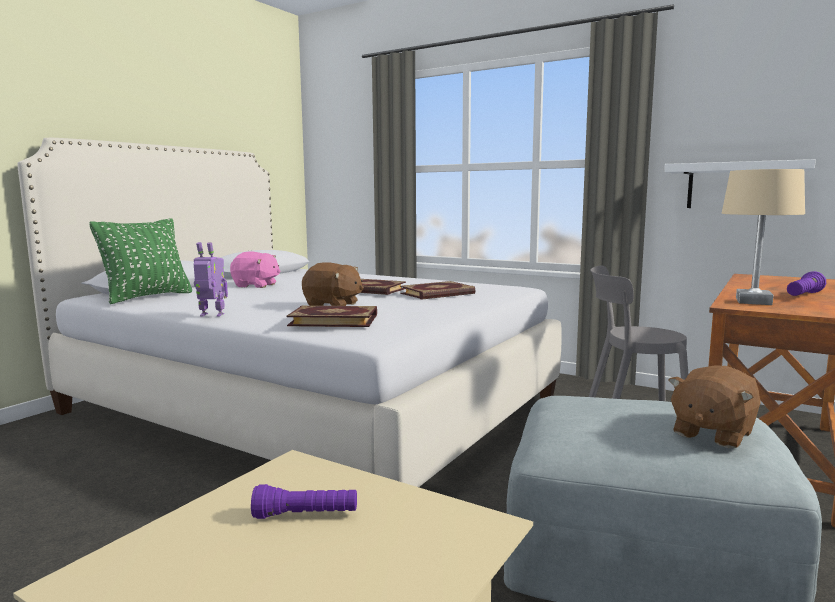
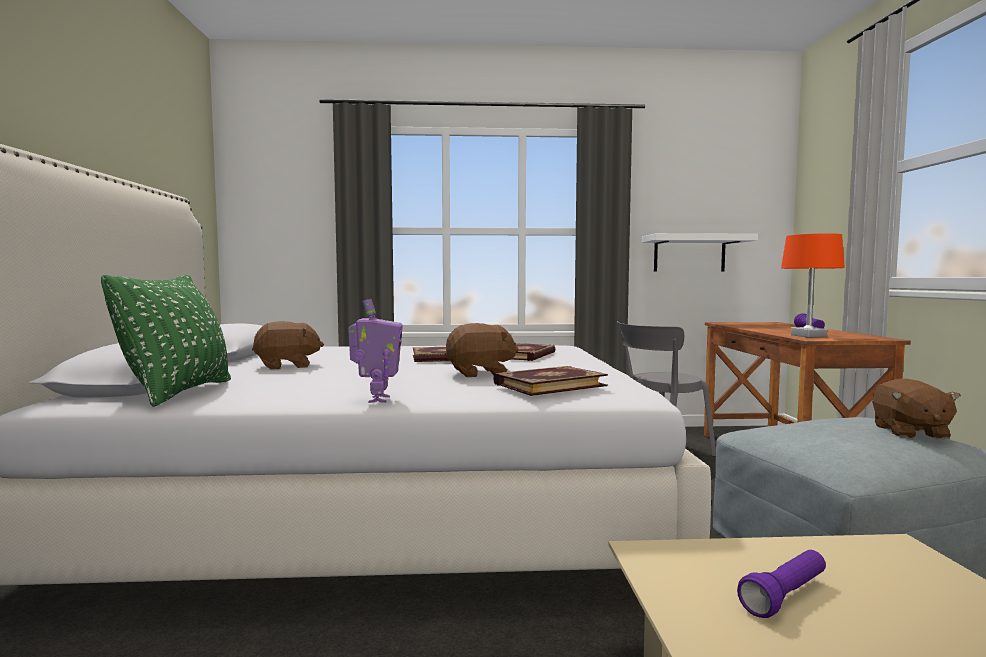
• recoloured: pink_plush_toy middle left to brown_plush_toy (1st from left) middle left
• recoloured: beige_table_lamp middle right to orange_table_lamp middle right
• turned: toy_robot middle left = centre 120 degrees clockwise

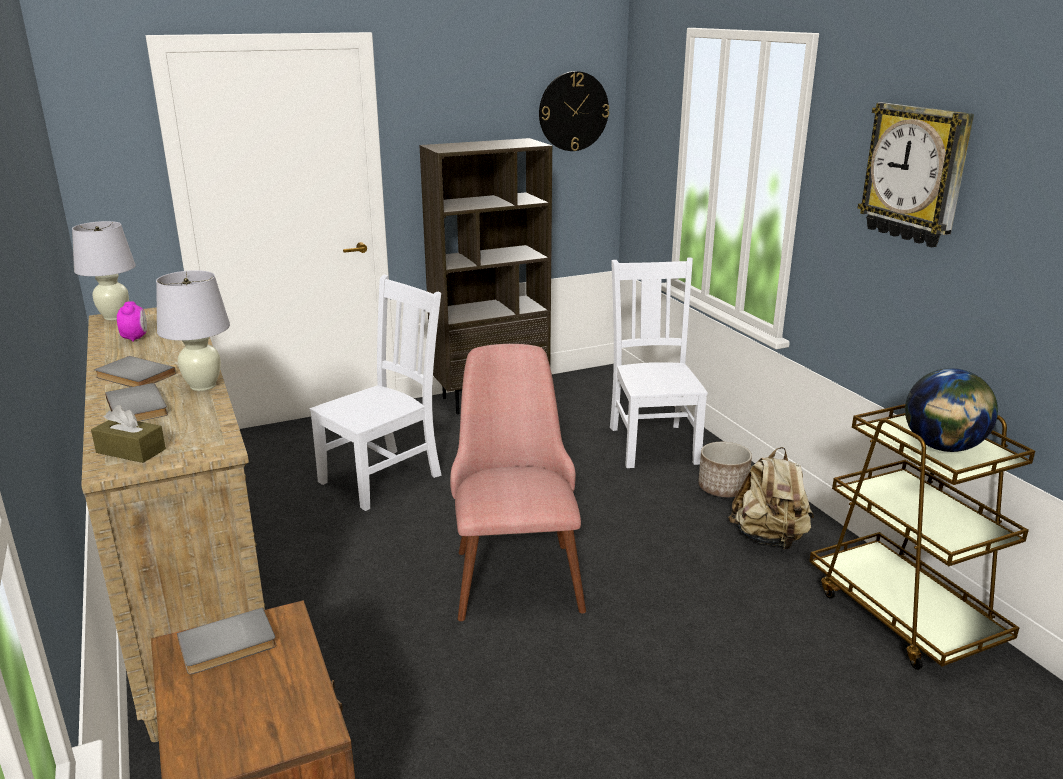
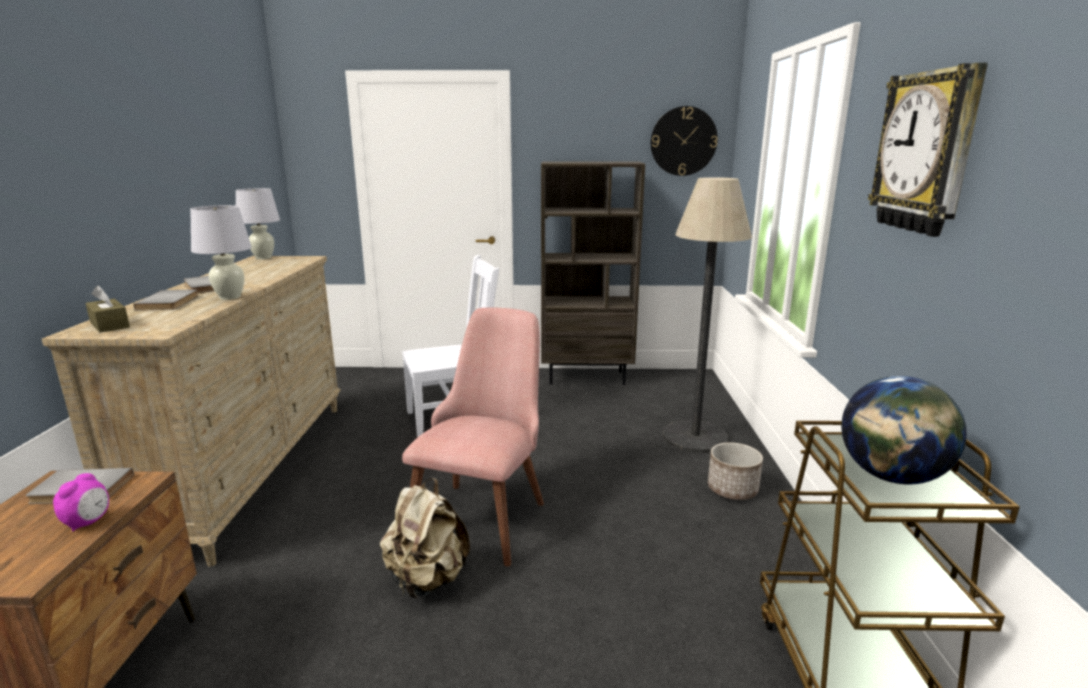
• moved: alarm_clock middle left to bottom left
• moved: beige_backpack middle right to bottom centre
• replaced: white_chair (2nd from left) centre to floor_lamp centre

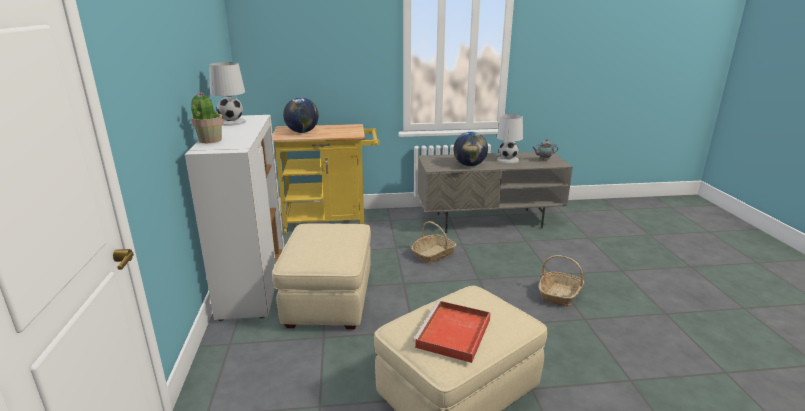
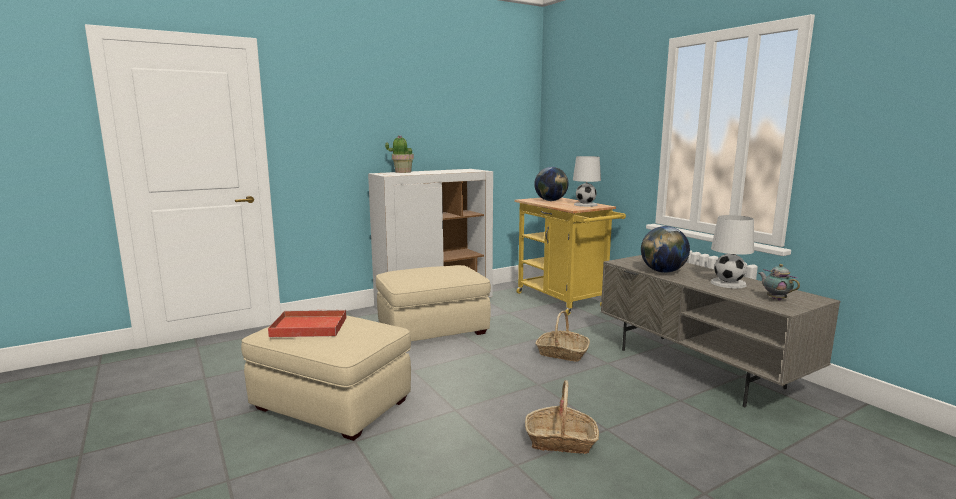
• moved: white_table_lamp (1st from left) top left to centre

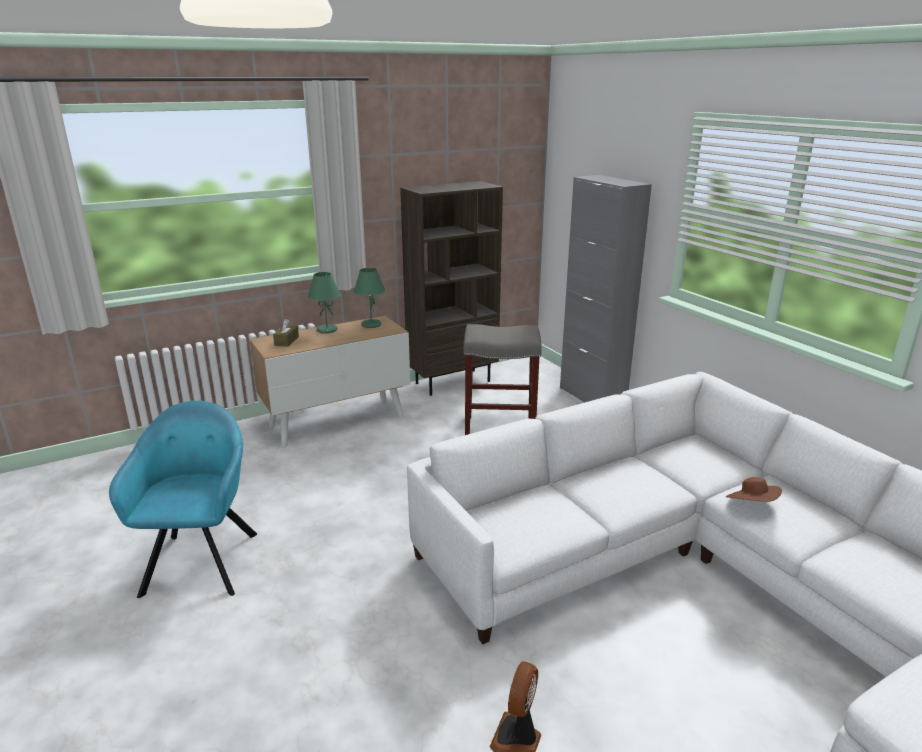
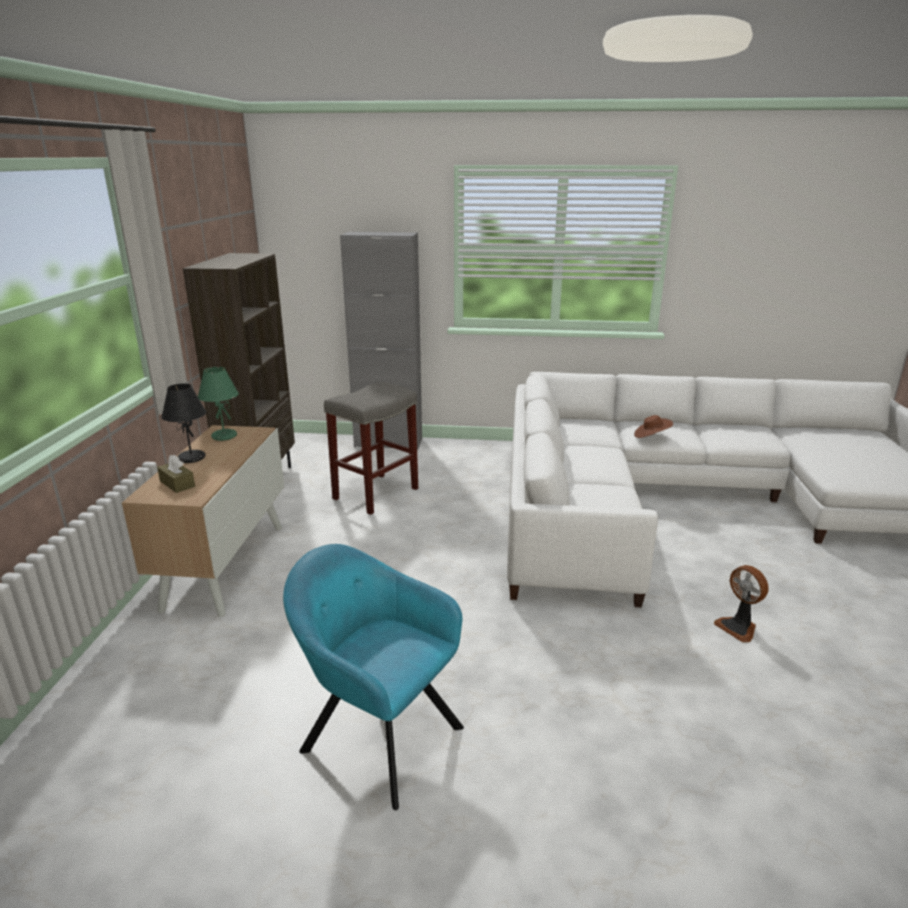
• recoloured: green_table_lamp (1st from left) centre to black_table_lamp middle left

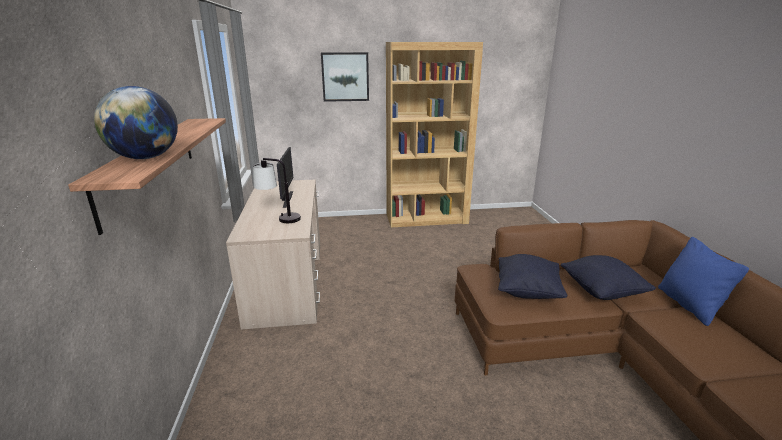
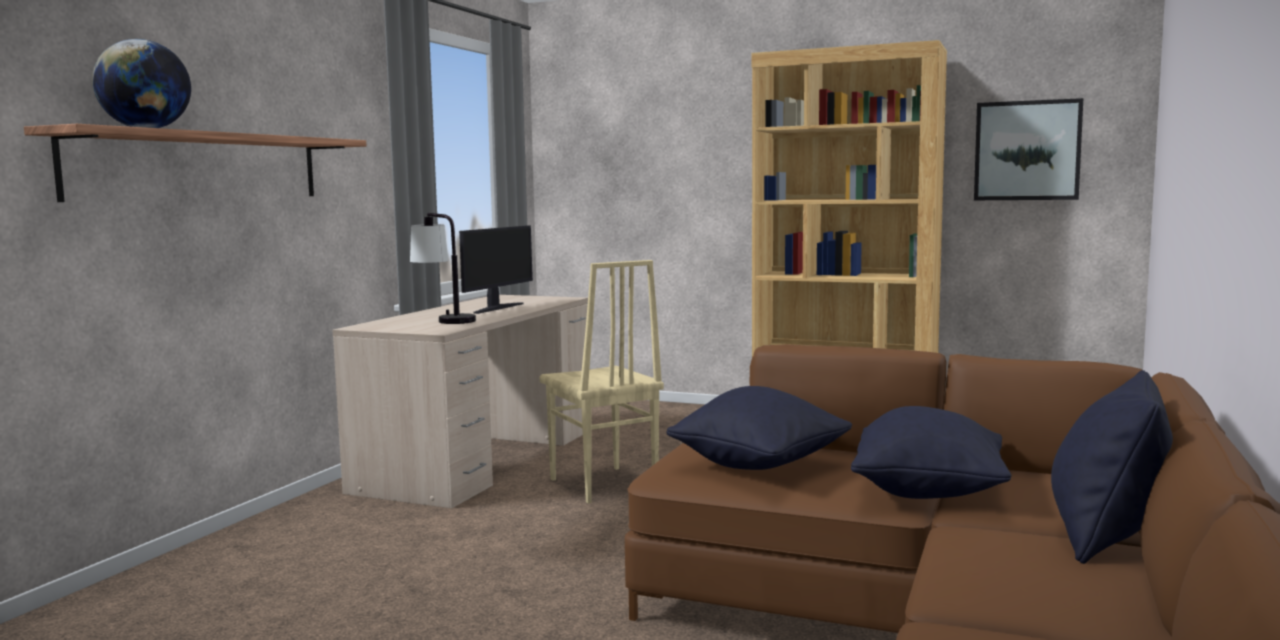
• added: beige_chair centre
• moved: picture top centre to top right
• recoloured: blue_pillow middle right to black_pillow (3rd from left) bottom right

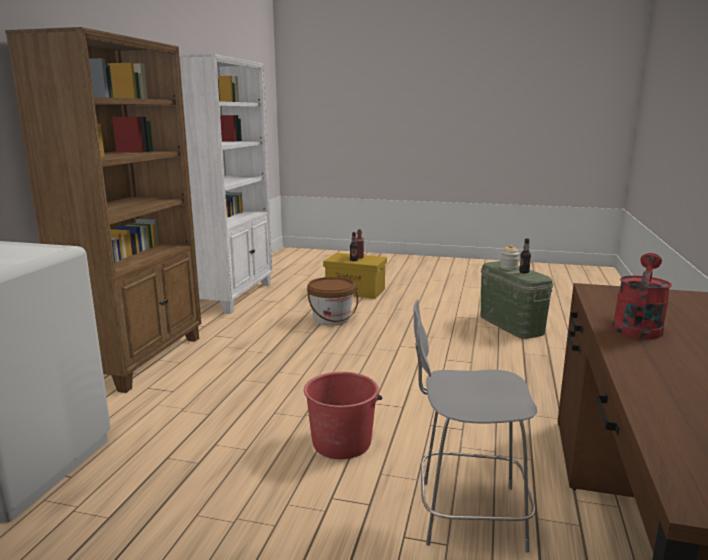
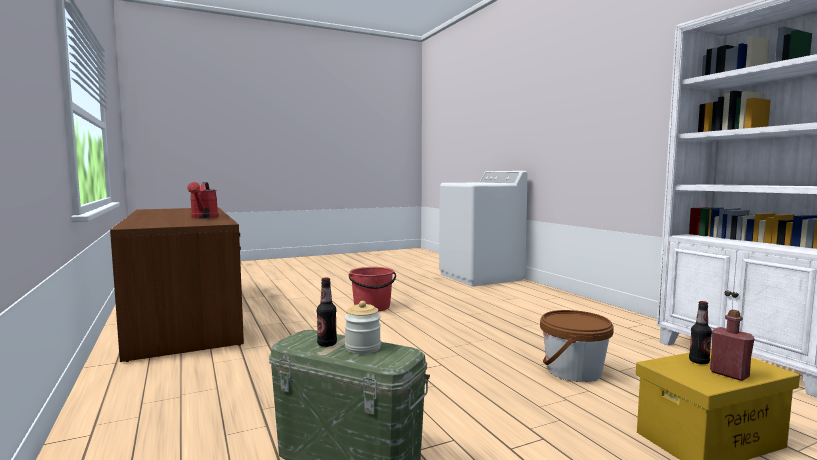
• removed: brown_bookcase middle left
• removed: grey_chair bottom right

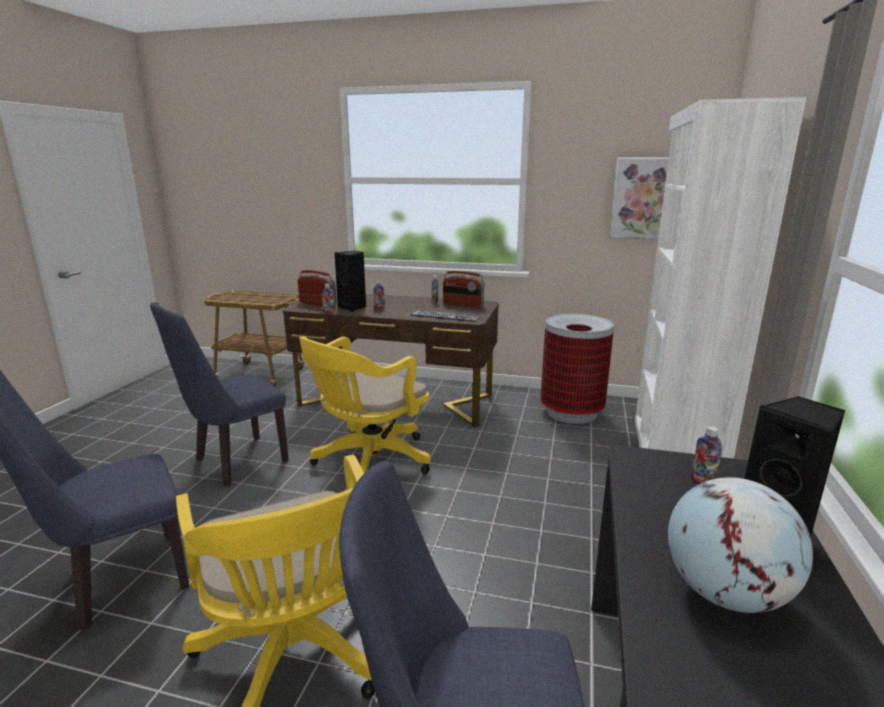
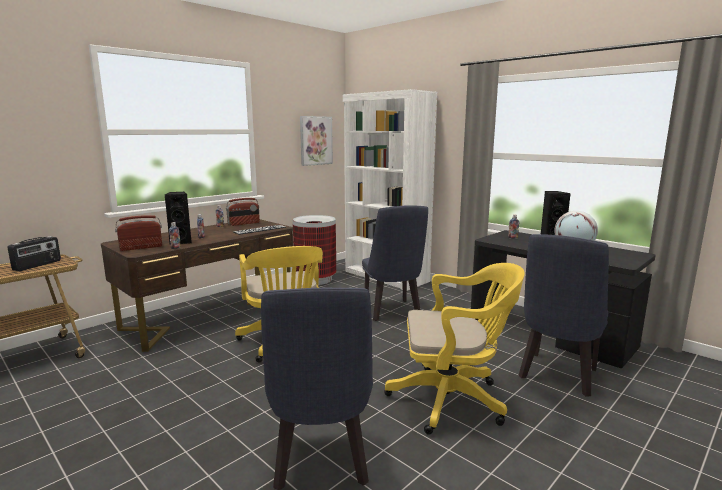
• added: radio (1st from left) middle left
• moved: blue_chair (2nd from left) middle left to centre

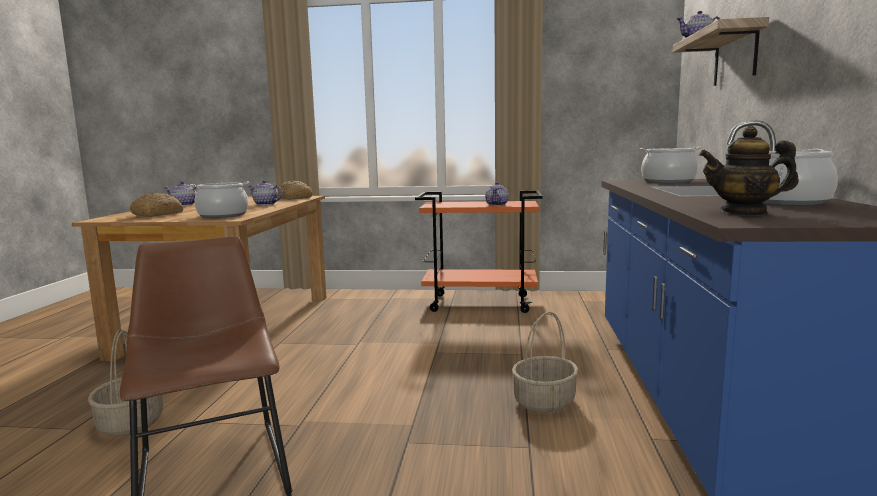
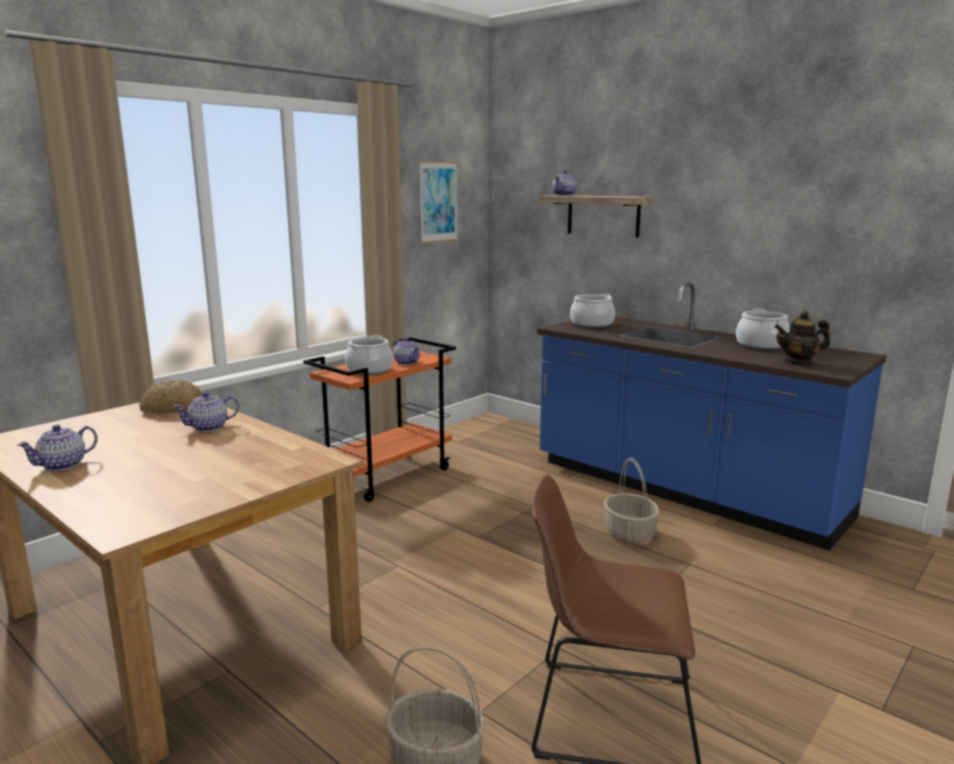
• removed: bread (1st from left) middle left
• added: picture top centre
• moved: cooking_pot (1st from left) middle left to centre
• turned: teapot (5th from left) middle right = middle right 45 degrees clockwise

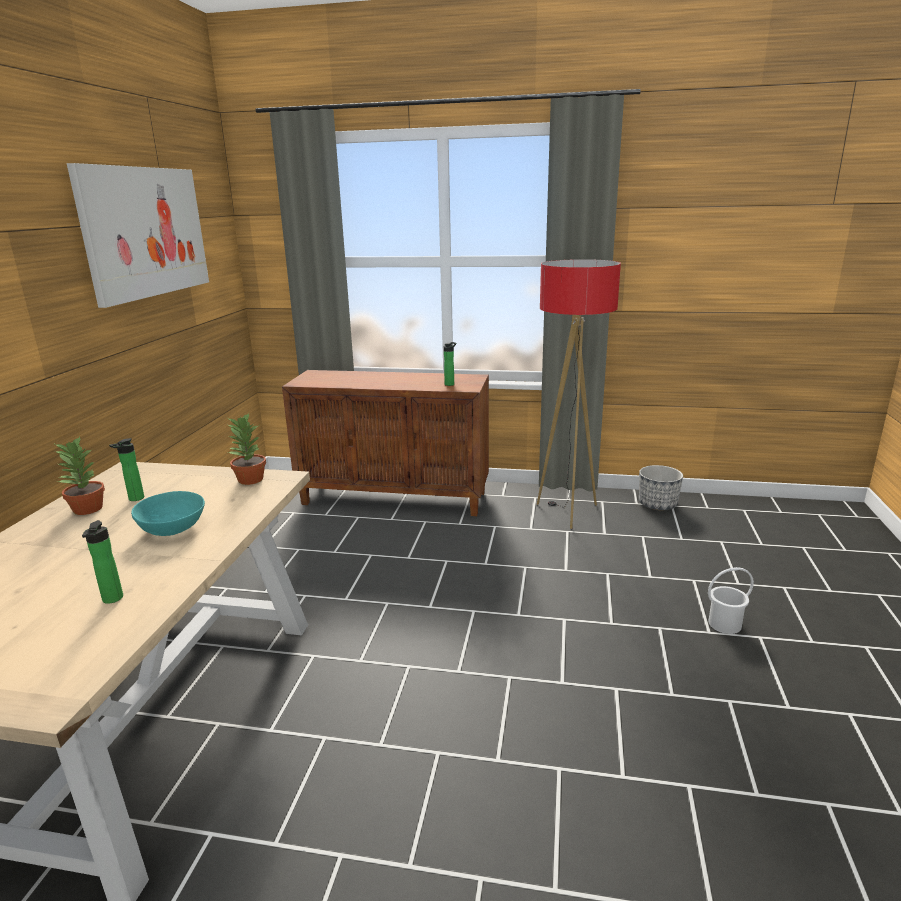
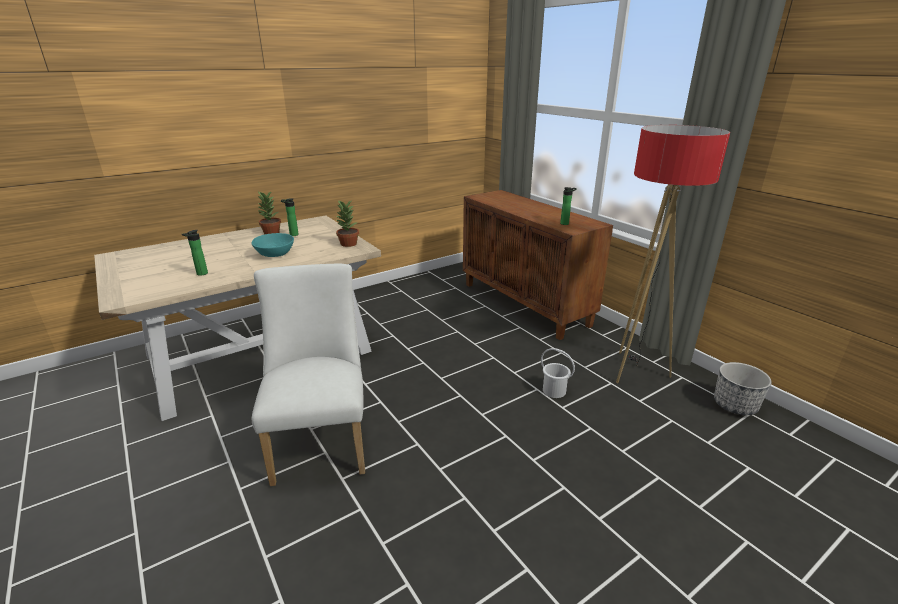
• removed: picture top left
• added: white_chair centre
• moved: white_bucket middle right to centre

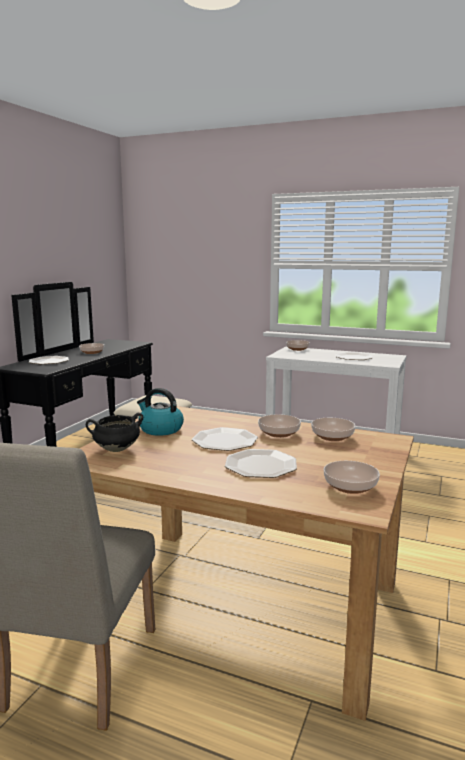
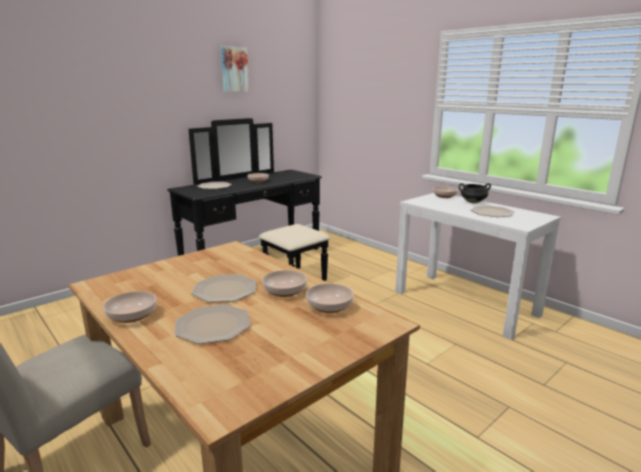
• removed: kettle centre
• added: picture top centre
• moved: black_cooking_pot middle left to middle right
• moved: bowl (5th from left in the first image) middle right to bowl (1st from left) middle left

